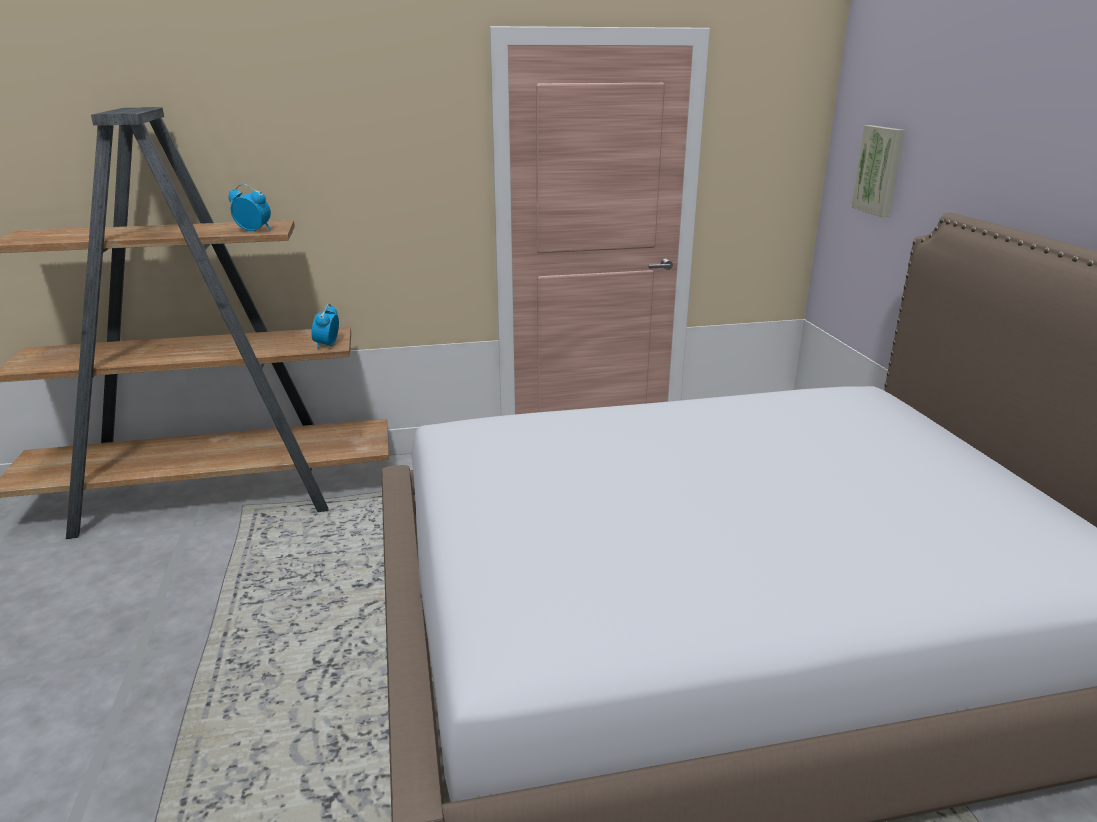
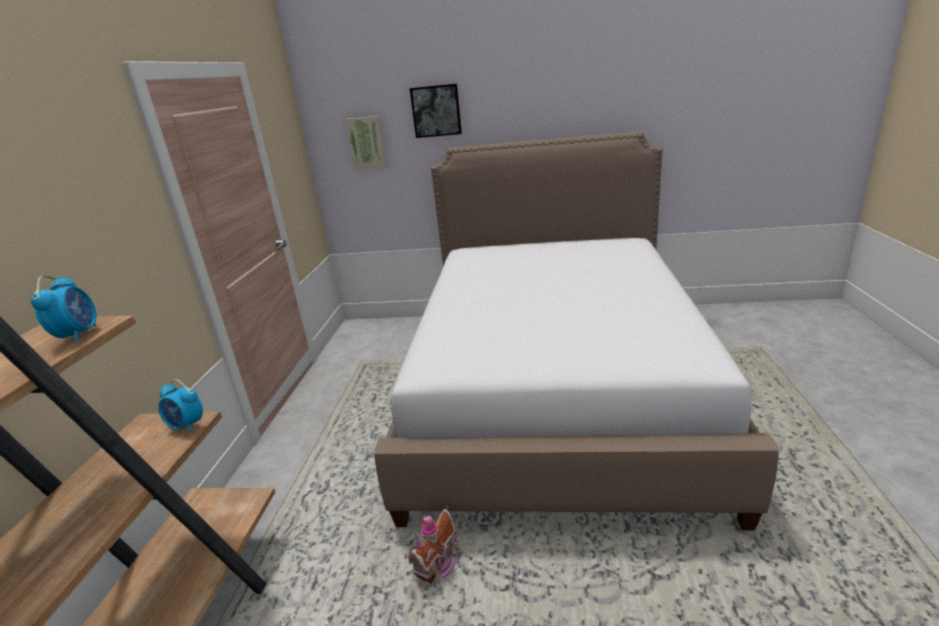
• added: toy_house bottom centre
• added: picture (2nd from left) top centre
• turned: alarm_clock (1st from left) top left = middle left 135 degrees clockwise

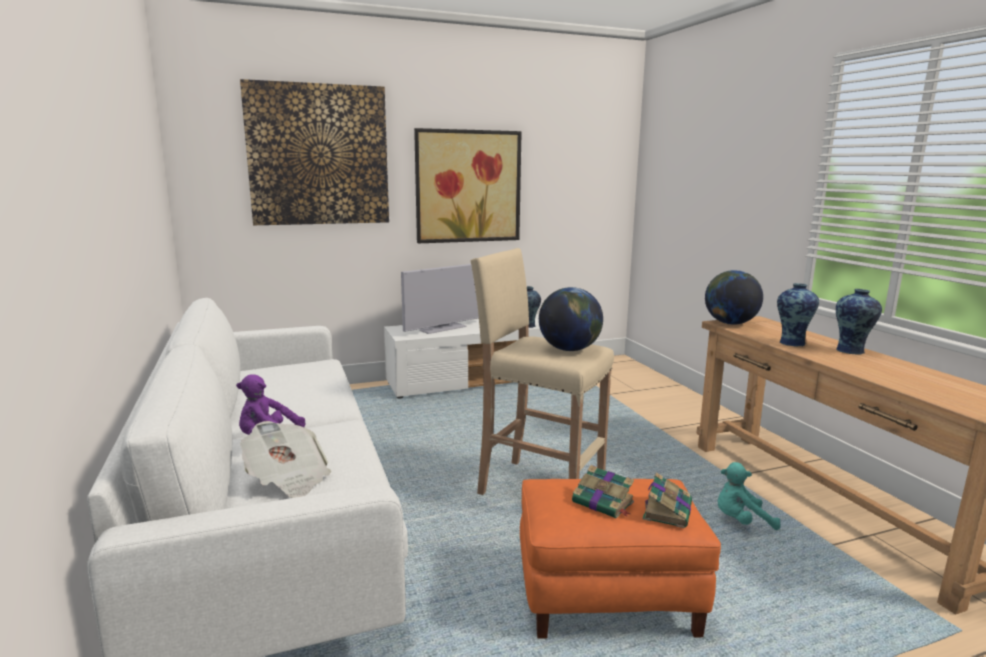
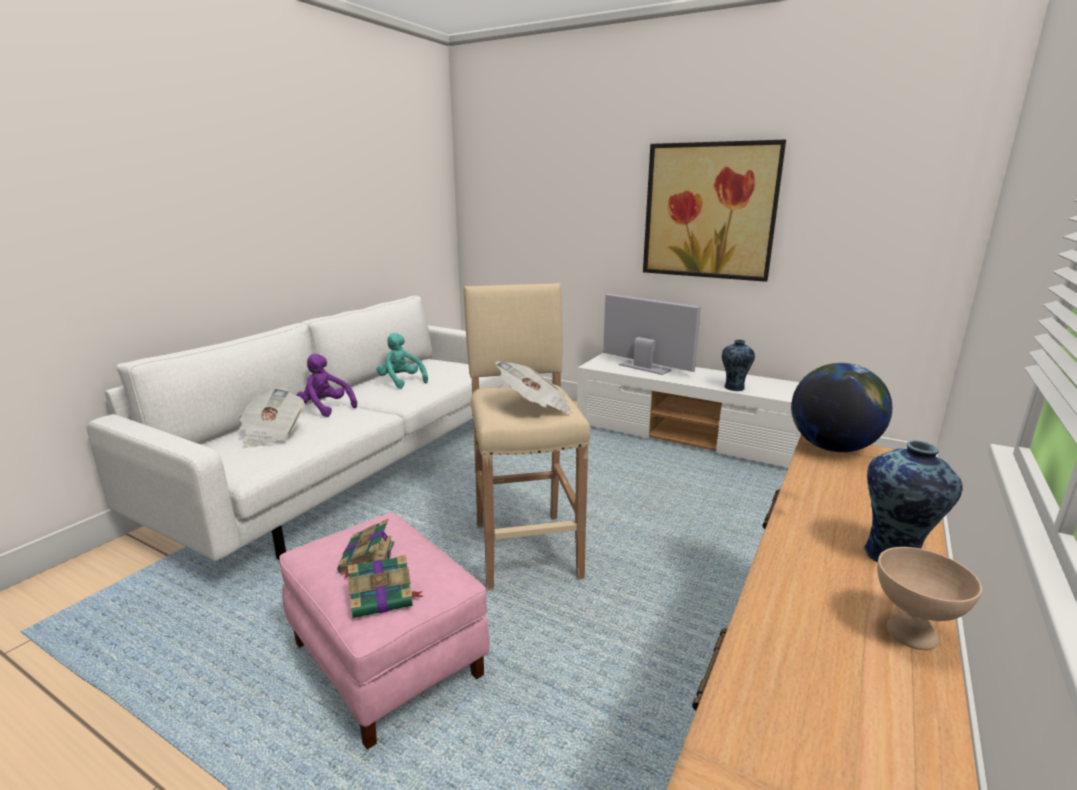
• removed: picture (1st from left) top left
• removed: vase (2nd from left) middle right
• added: beige_bowl bottom right
• moved: turquoise_plush_toy bottom right to centre
• replaced: globe (1st from left) centre to newspaper (2nd from left) centre
• recoloured: orange_ottoman bottom centre to pink_ottoman bottom centre
• turned: television centre = centre 150 degrees counterclockwise

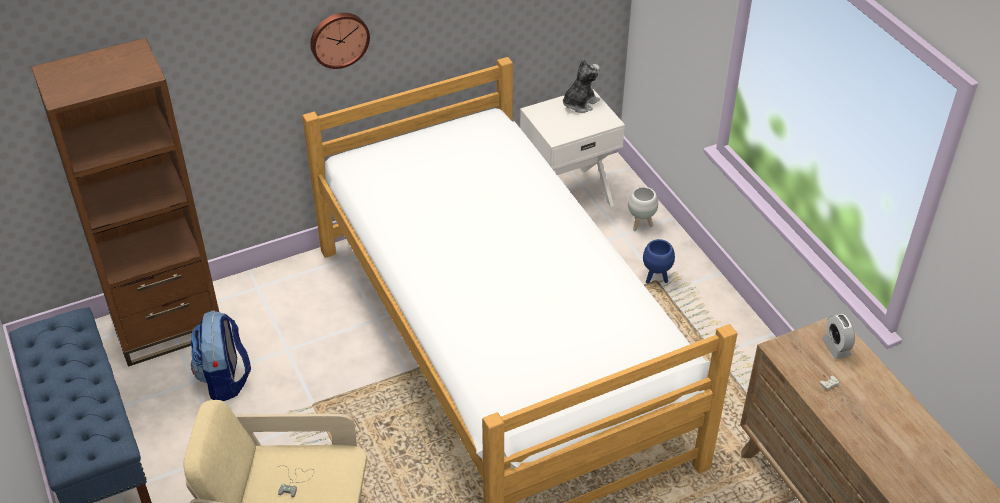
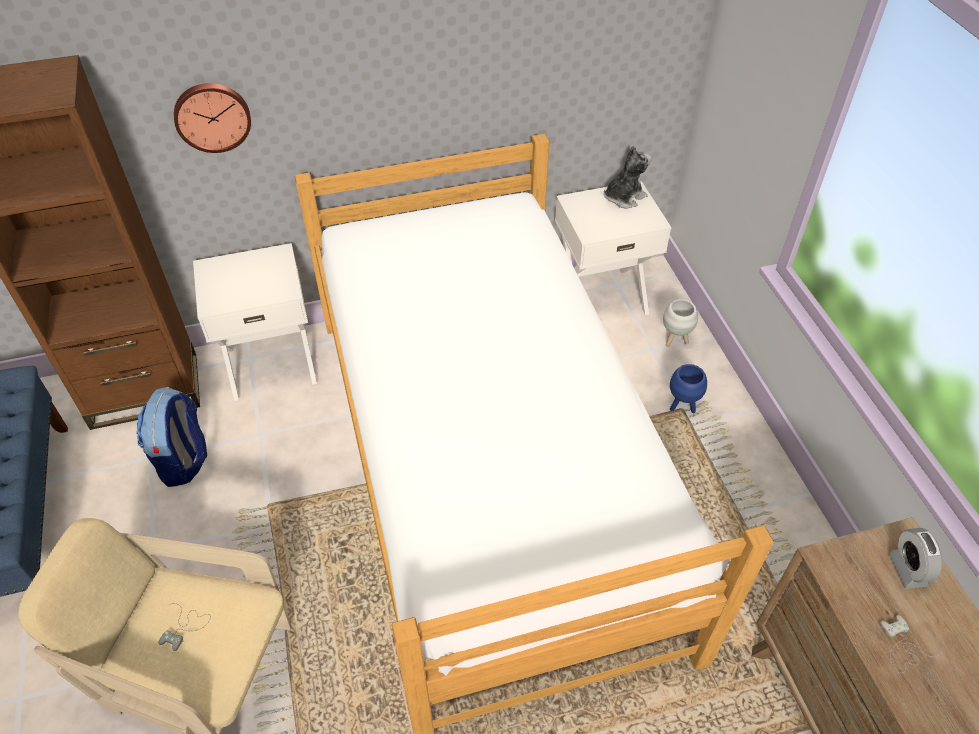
• added: white_nightstand (1st from left) middle left
• moved: wall_clock top centre to top left

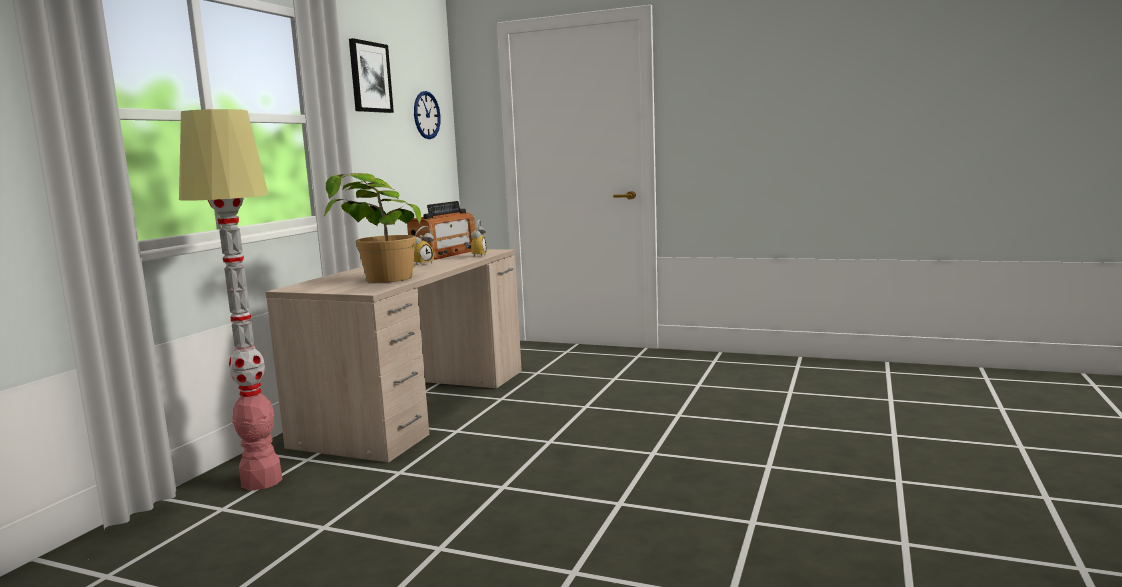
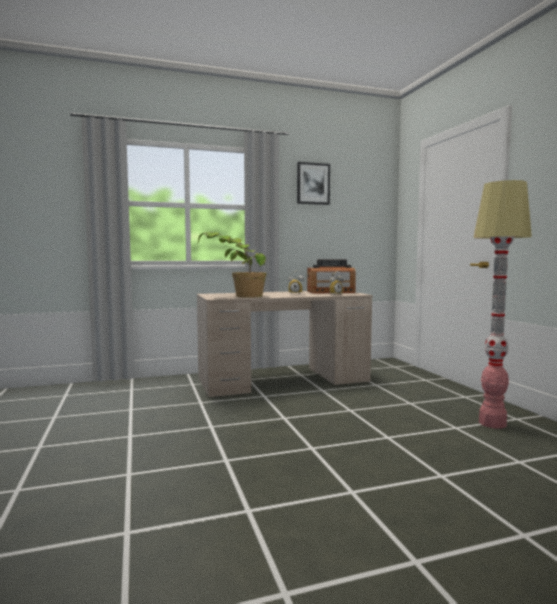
• removed: wall_clock top centre
• moved: floor_lamp middle left to middle right

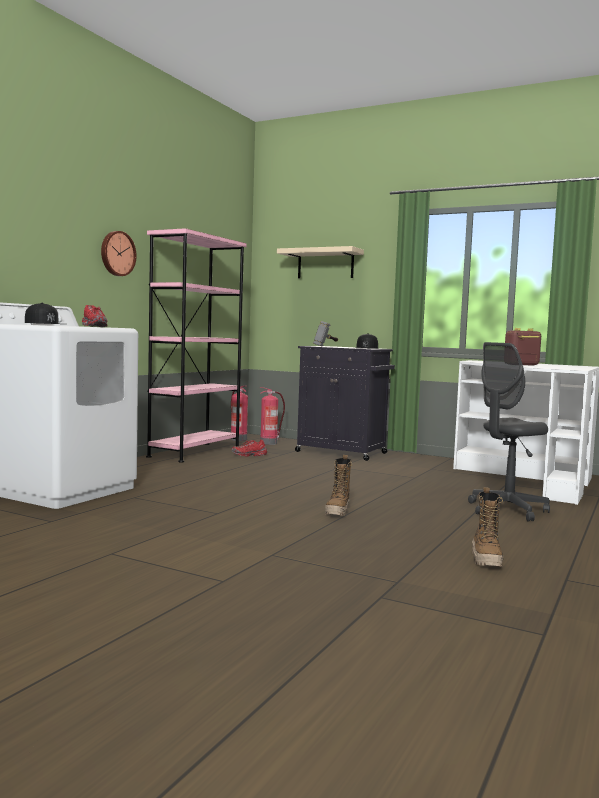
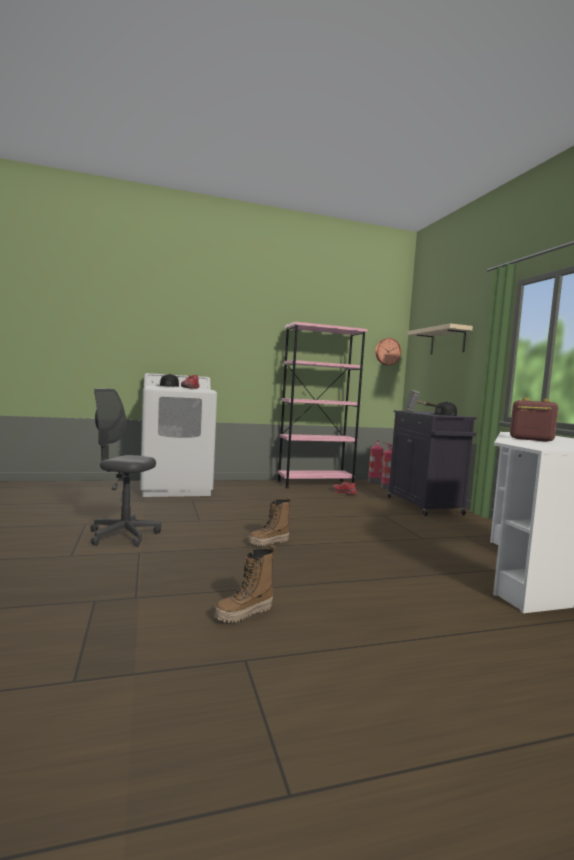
• moved: wall_clock top left to middle right
• moved: grey_office_chair middle right to middle left

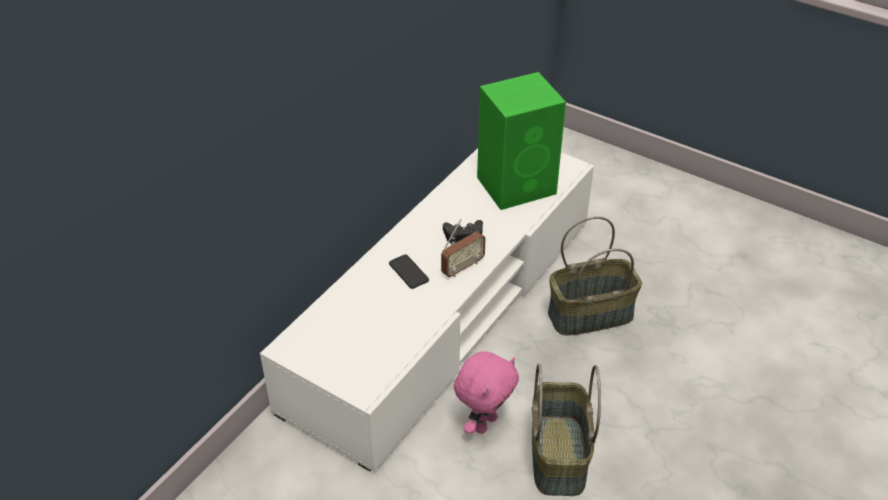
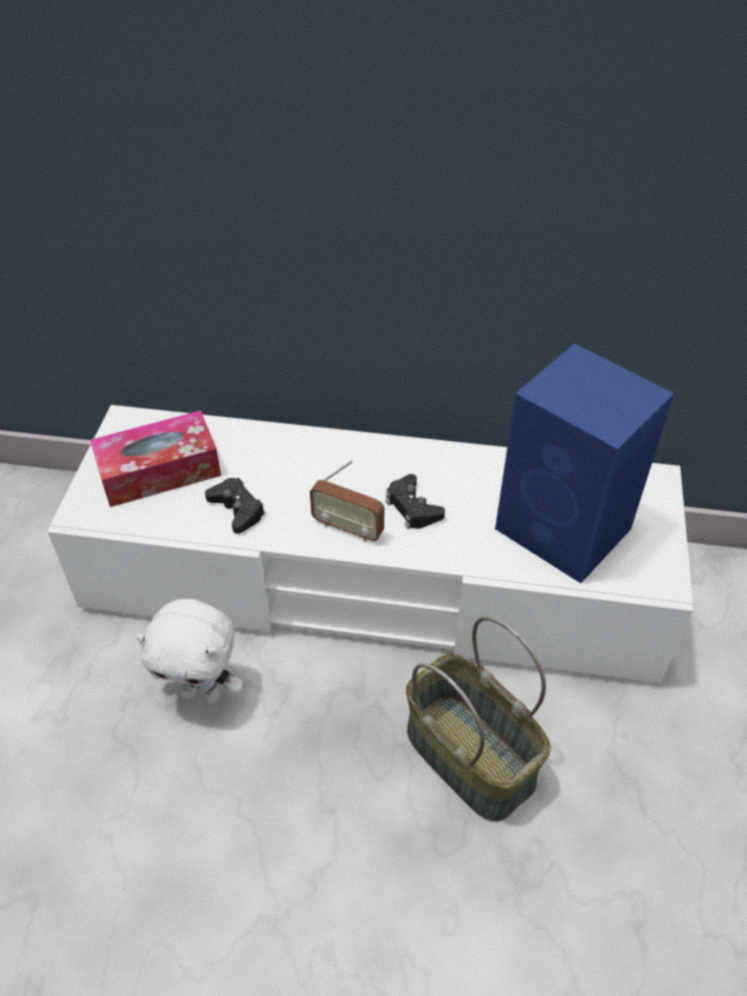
• removed: phone centre
• removed: basket (1st from left) bottom centre
• added: tissue_box middle left
• added: black_game_controller (1st from left) middle left
• recoloured: pink_plush_toy bottom centre to white_plush_toy middle left
• recoloured: green_speaker top centre to blue_speaker middle right

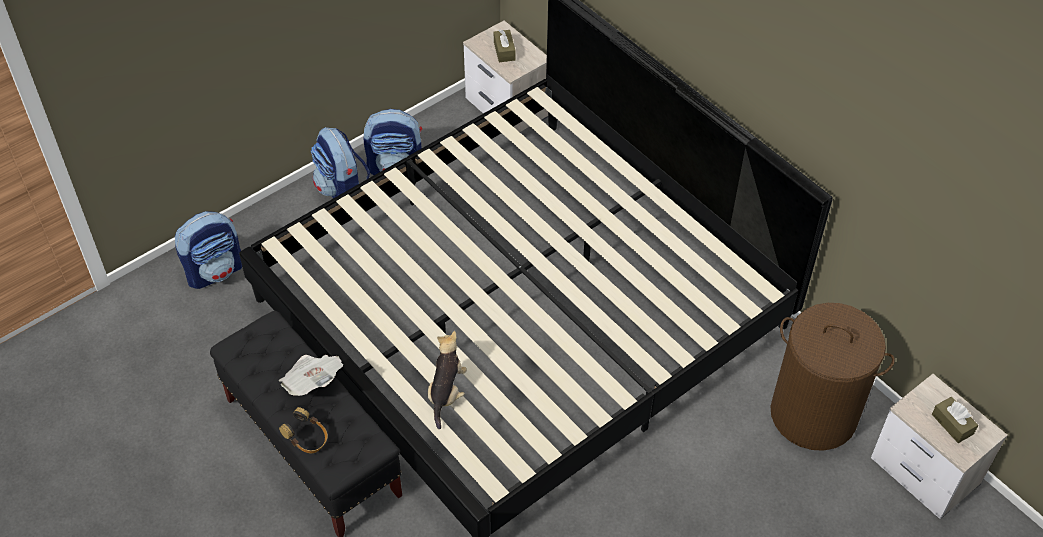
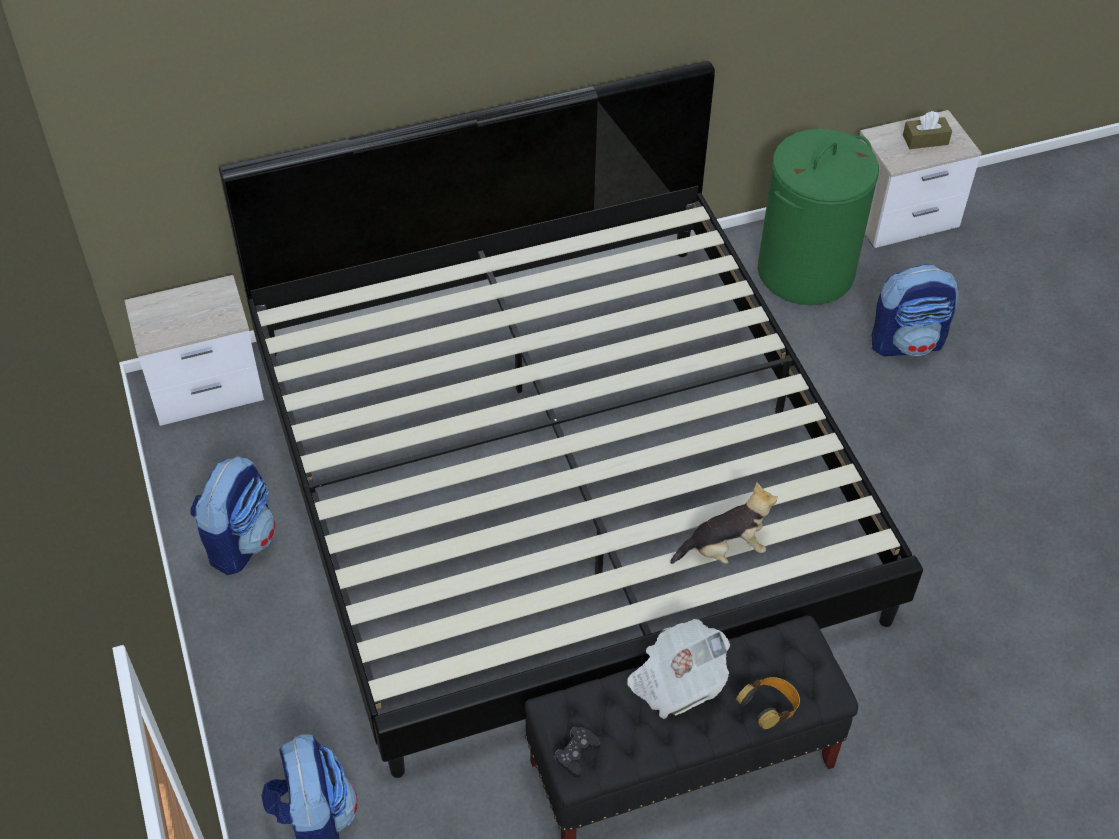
• removed: brown_tissue_box (1st from left) top centre
• added: black_game_controller bottom centre
• moved: backpack (2nd from left in the first image) top left to backpack (3rd from left) middle right
• recoloured: brown_laundry_basket bottom right to green_laundry_basket top right
• turned: plush_toy bottom centre = centre 135 degrees clockwise

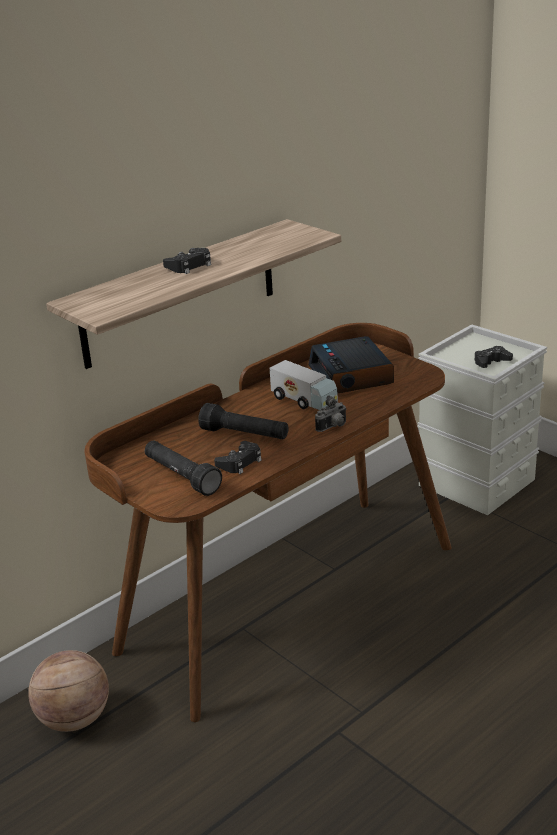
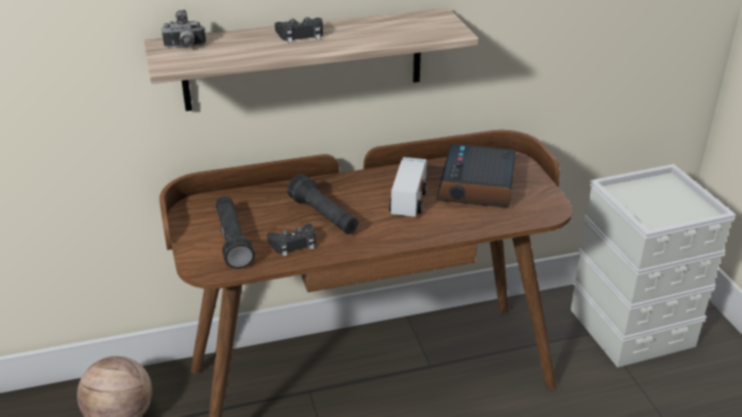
• removed: black_game_controller (3rd from left) middle right
• moved: photo_camera centre to top left
• turned: toy_truck centre = centre 150 degrees counterclockwise

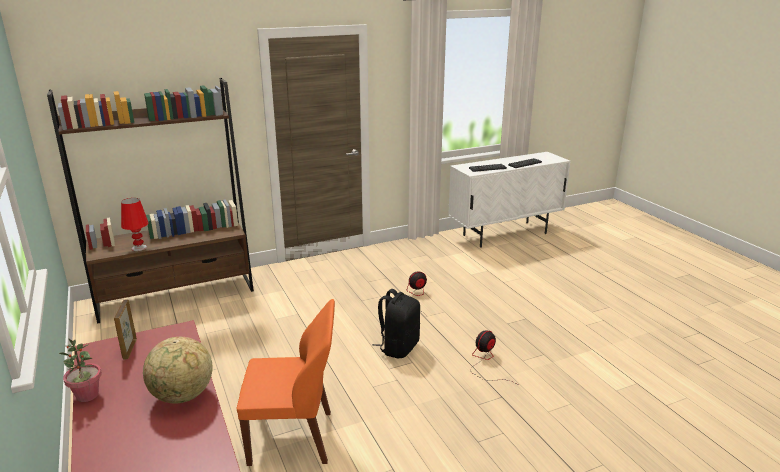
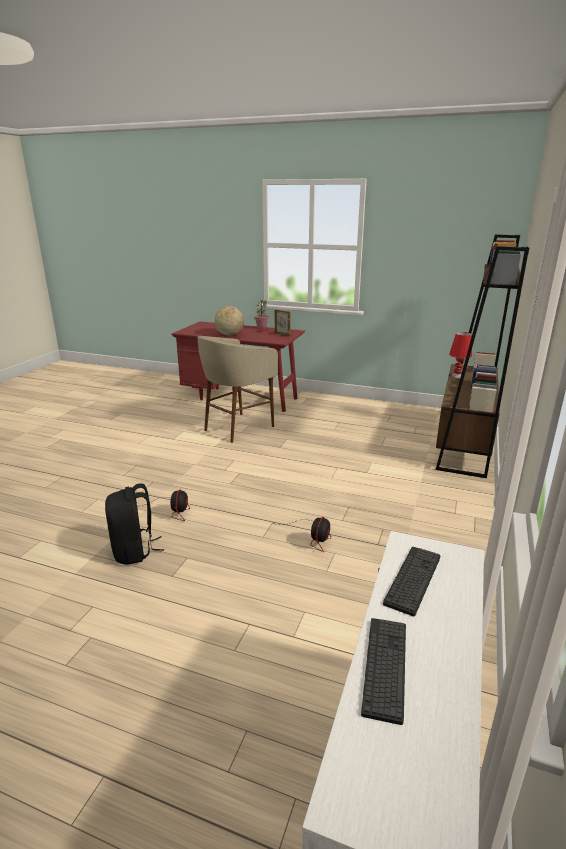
• moved: black_backpack bottom centre to middle left
• replaced: orange_chair bottom centre to beige_stool centre

